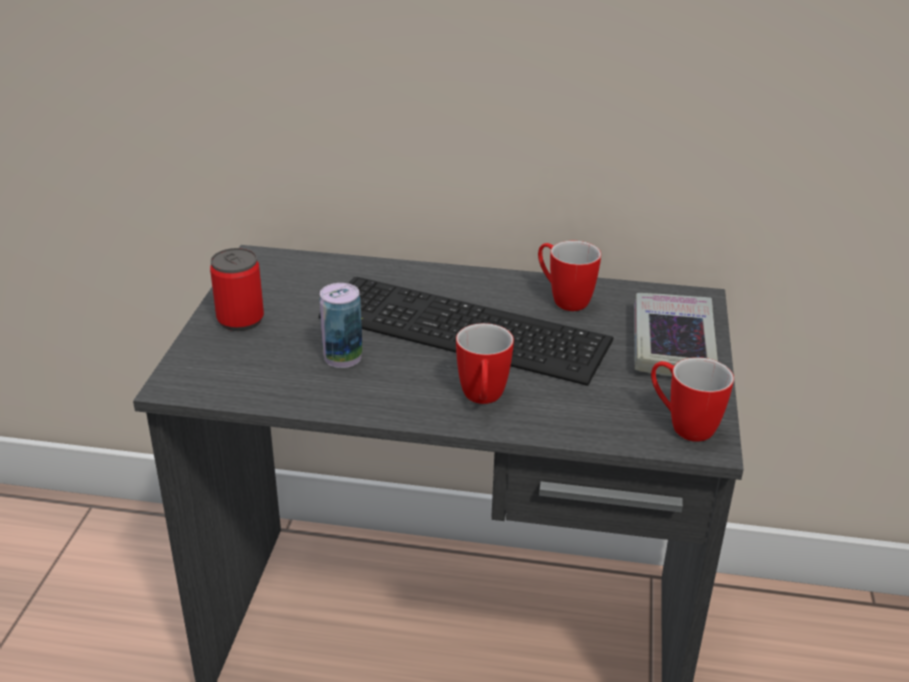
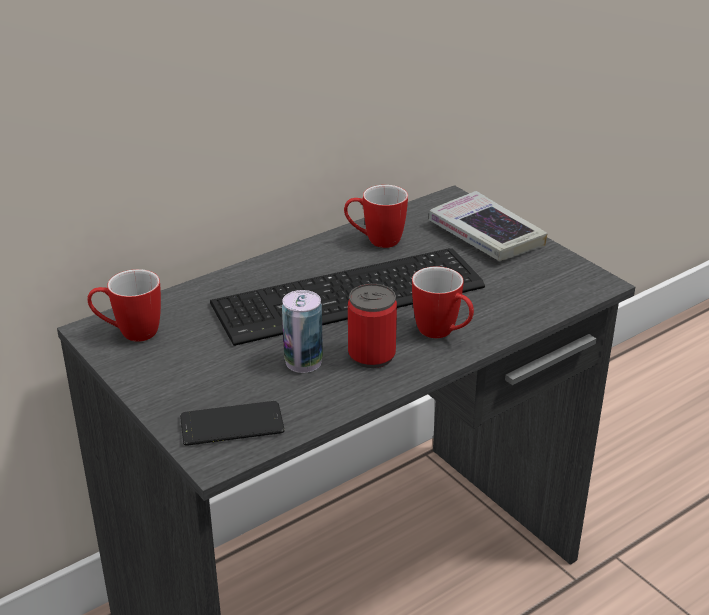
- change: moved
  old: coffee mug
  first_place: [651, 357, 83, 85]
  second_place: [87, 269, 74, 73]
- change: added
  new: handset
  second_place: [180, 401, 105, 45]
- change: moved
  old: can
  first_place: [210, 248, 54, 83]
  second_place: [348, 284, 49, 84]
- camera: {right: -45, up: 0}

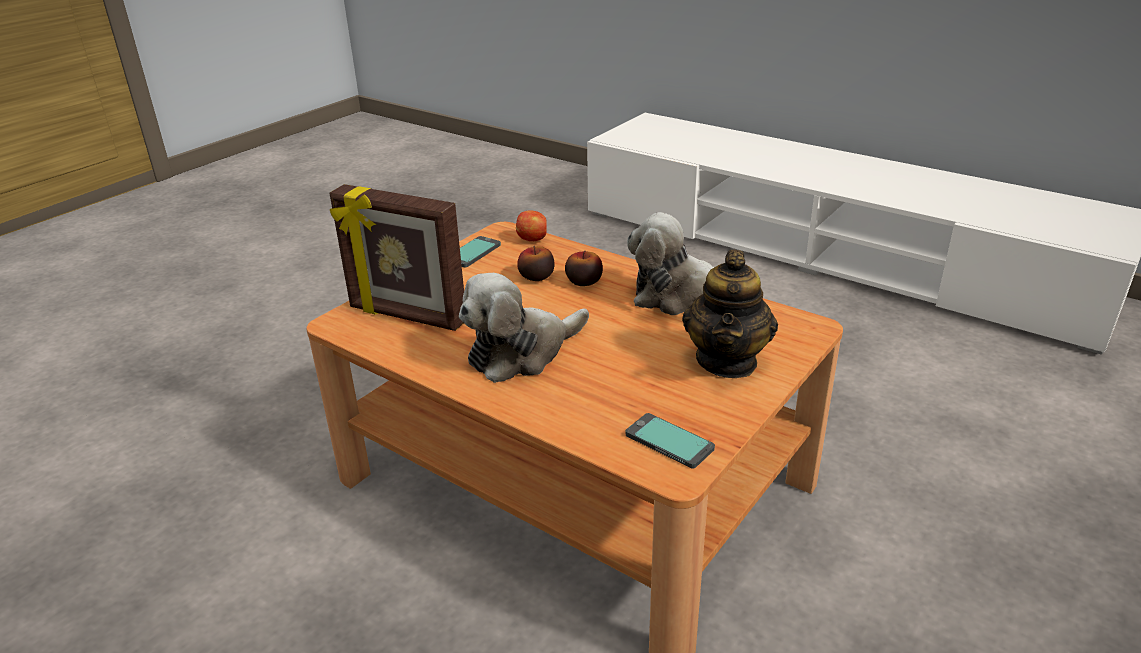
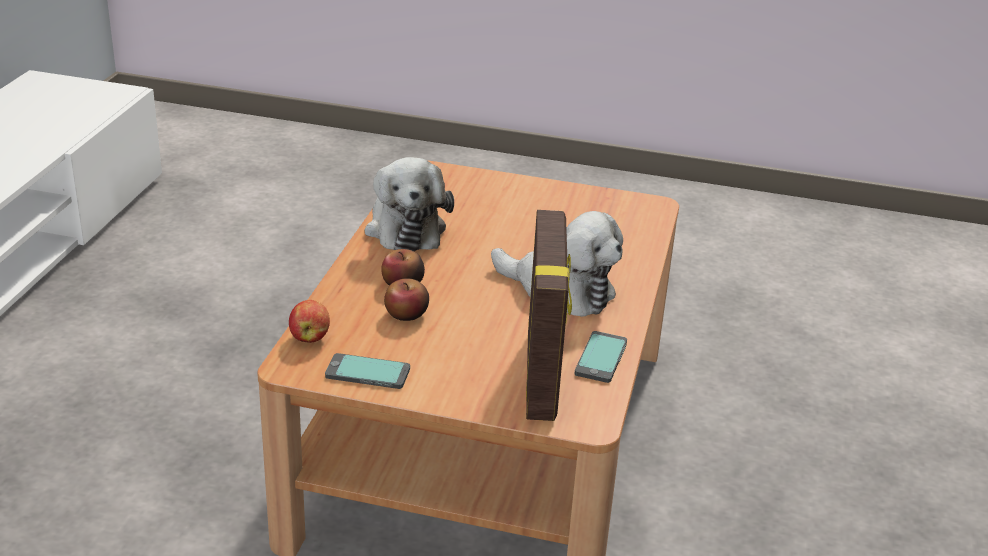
- change: moved
  old: handset
  first_place: [626, 413, 89, 56]
  second_place: [574, 331, 53, 52]
- change: removed
  old: tea pot
  first_place: [682, 250, 96, 128]
- camera: {right: -115, up: 0}

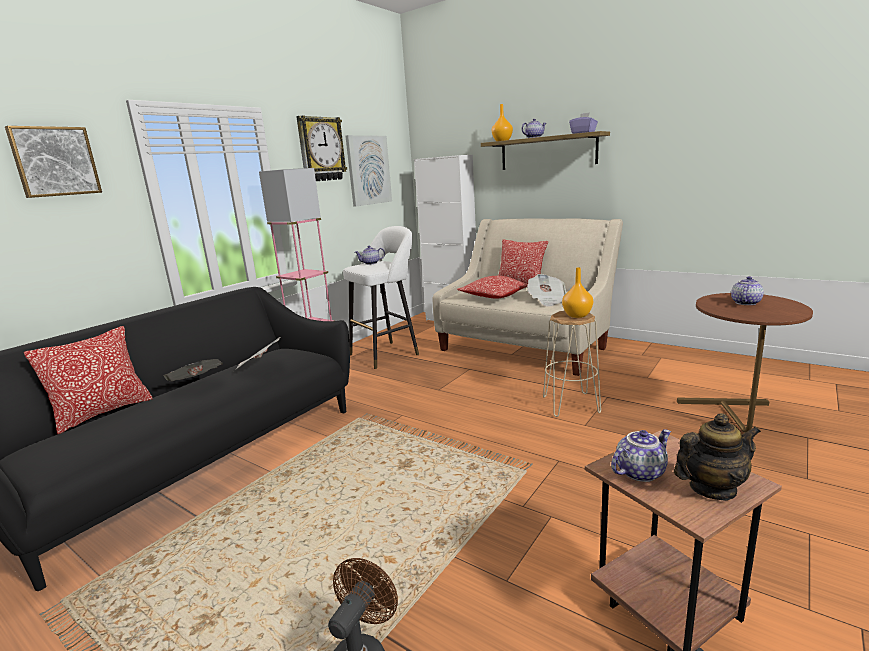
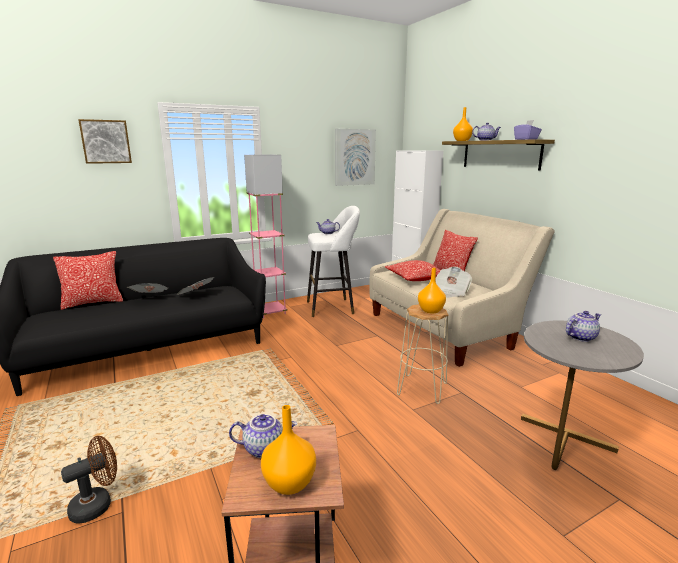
- change: replaced
  old: tea pot
  new: vase in orangey
  first_place: [674, 413, 87, 88]
  second_place: [261, 405, 55, 90]
- change: recoloured
  old: accent table in brown-coloured
  new: accent table in greyish
  first_place: [677, 293, 136, 139]
  second_place: [521, 320, 123, 150]
- change: removed
  old: hanging clock
  first_place: [296, 115, 51, 66]
- camera: {right: 25, up: 0}

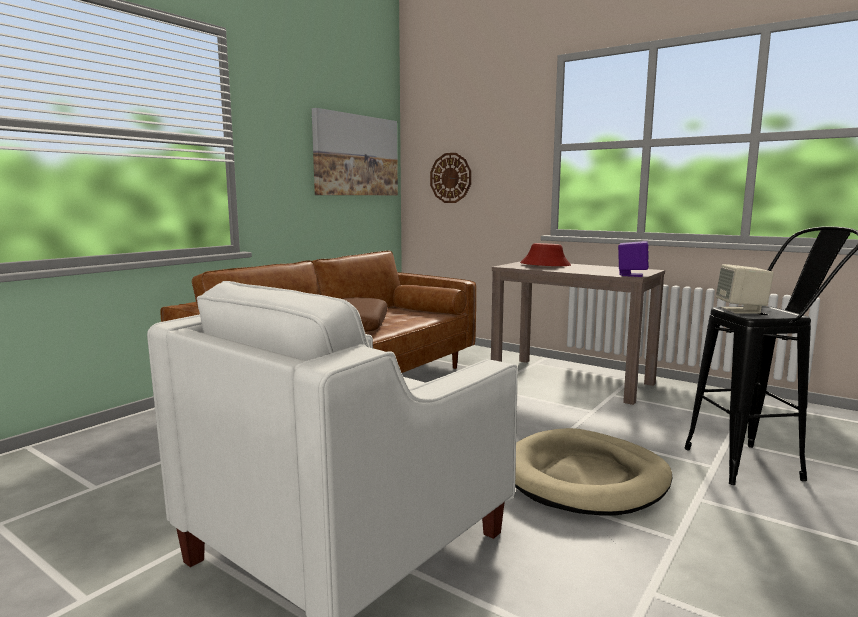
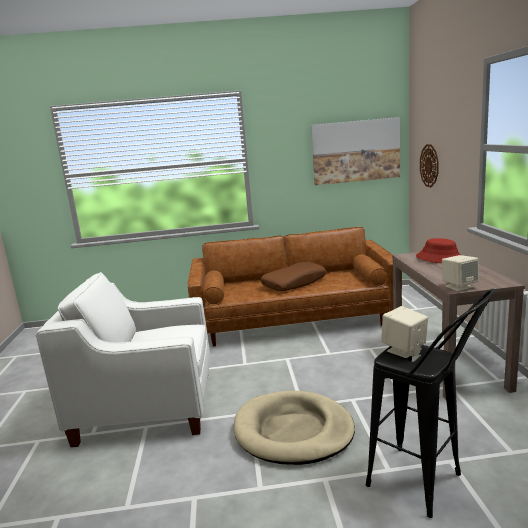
- change: recoloured
  old: loudspeaker in purple-coloured
  new: loudspeaker in sand-coloured
  first_place: [618, 241, 31, 36]
  second_place: [442, 255, 37, 37]
- camera: {right: 50, up: 5}

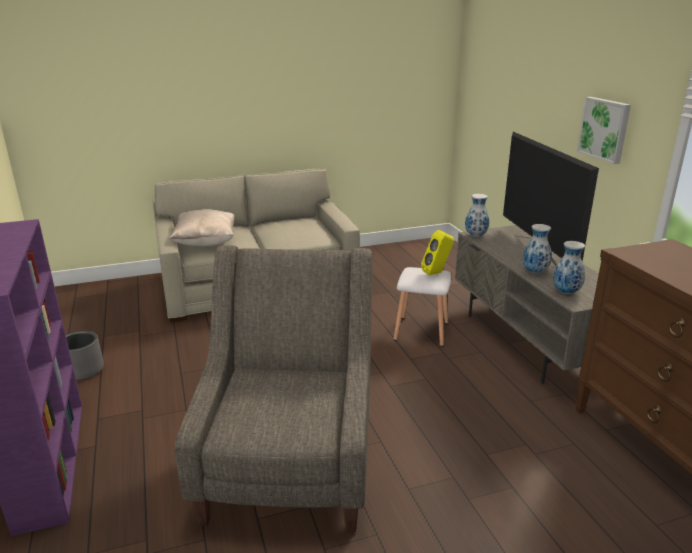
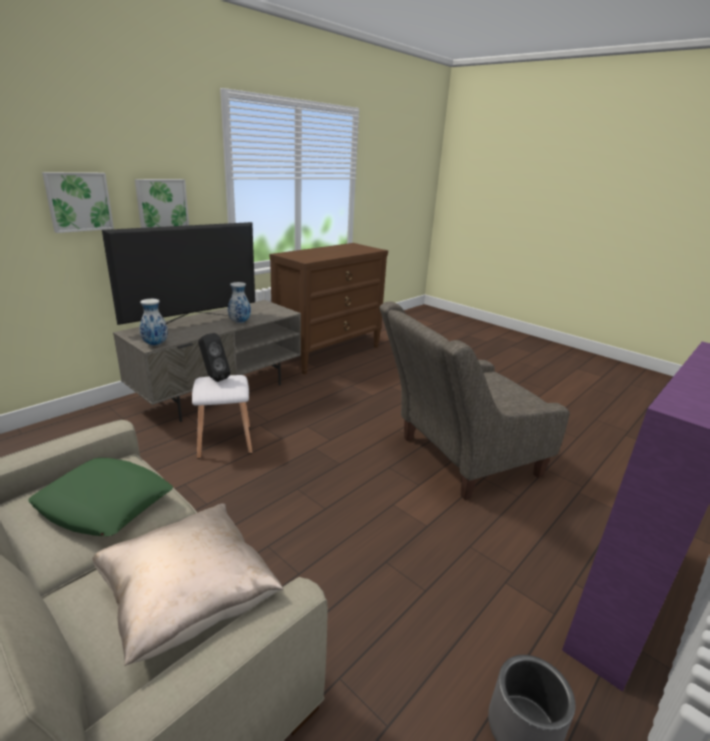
- change: added
  new: throw pillow in green
  second_place: [28, 458, 145, 78]
- change: added
  new: picture
  second_place: [42, 172, 72, 61]
- change: recoloured
  old: loudspeaker in yellow
  new: loudspeaker in blackish
  first_place: [421, 230, 33, 45]
  second_place: [198, 333, 32, 49]
- change: removed
  old: vase
  first_place: [553, 241, 32, 53]
- camera: {right: -120, up: 0}

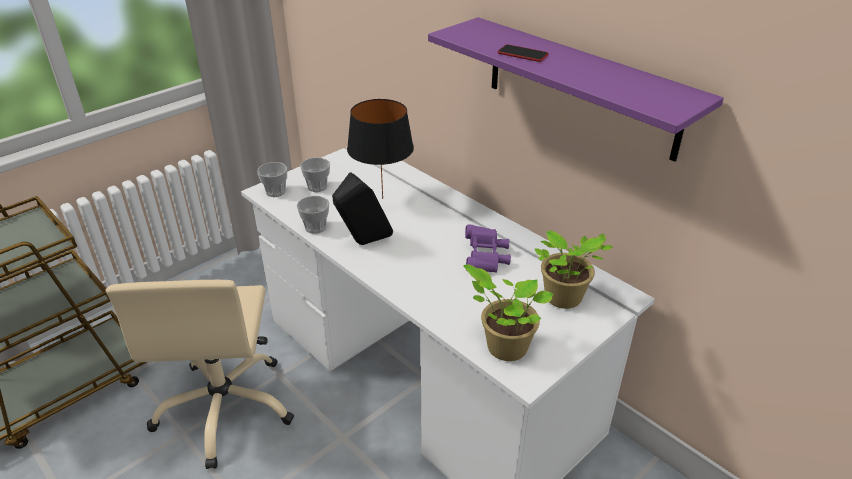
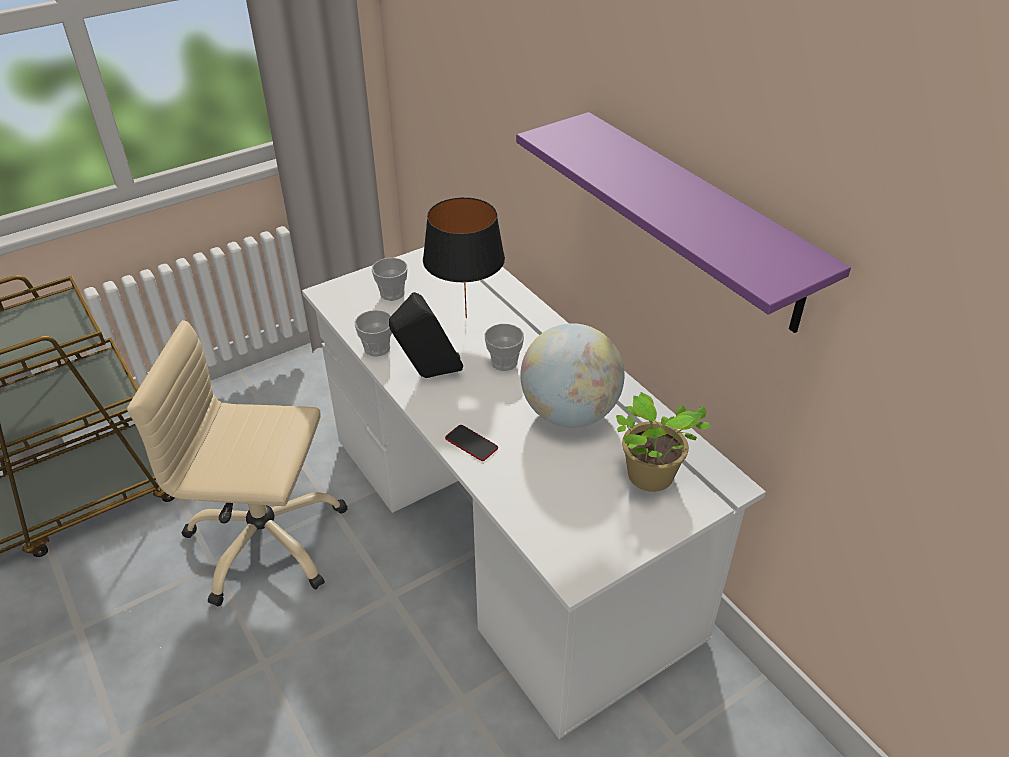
- change: turned
  old: computer chair in sand-coloured
  first_place: [106, 280, 188, 189]
  second_place: [127, 320, 221, 286]
  degrees: 90
- change: moved
  old: handset
  first_place: [498, 45, 51, 17]
  second_place: [445, 425, 53, 36]
- change: moved
  old: cup
  first_place: [257, 162, 30, 35]
  second_place: [485, 324, 39, 47]
- change: replaced
  old: field glasses in purple-coloured
  new: desk globe
  first_place: [465, 225, 46, 48]
  second_place: [520, 323, 104, 105]
- change: removed
  old: plant in a pot
  first_place: [463, 264, 91, 97]
- camera: {right: 10, up: 5}

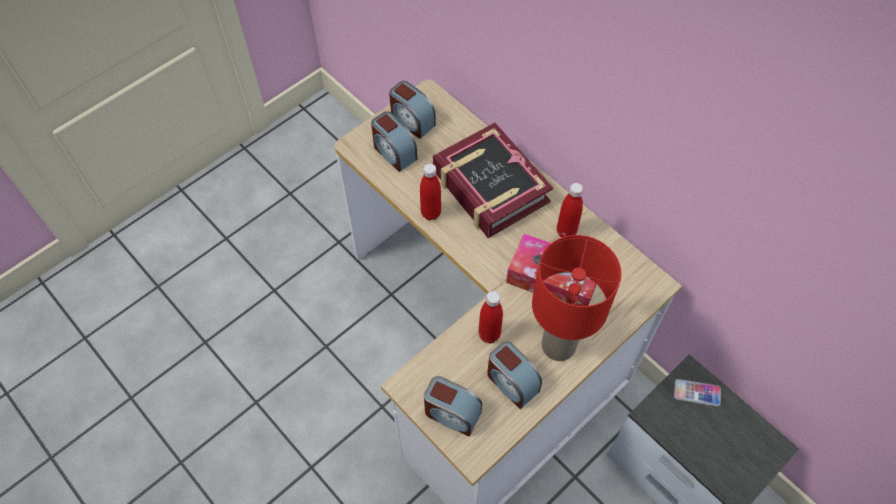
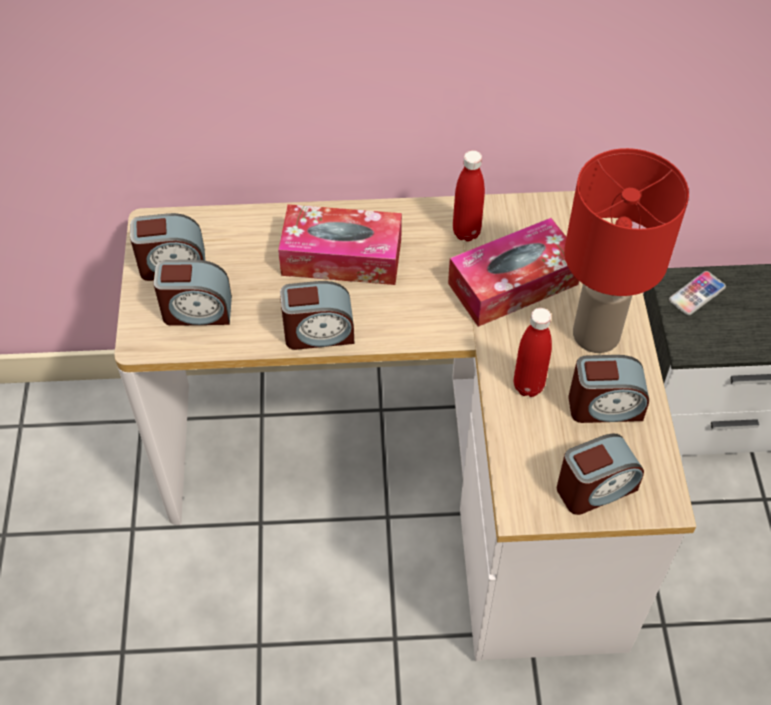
- change: replaced
  old: volume
  new: tissue box
  first_place: [433, 123, 120, 115]
  second_place: [278, 204, 124, 81]
- change: replaced
  old: drink bottle in red
  new: table clock
  first_place: [420, 163, 21, 57]
  second_place: [280, 281, 74, 69]
- camera: {right: -50, up: -5}

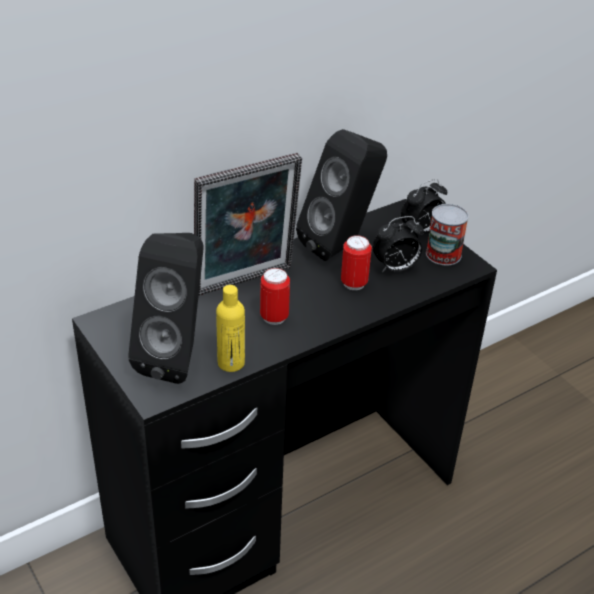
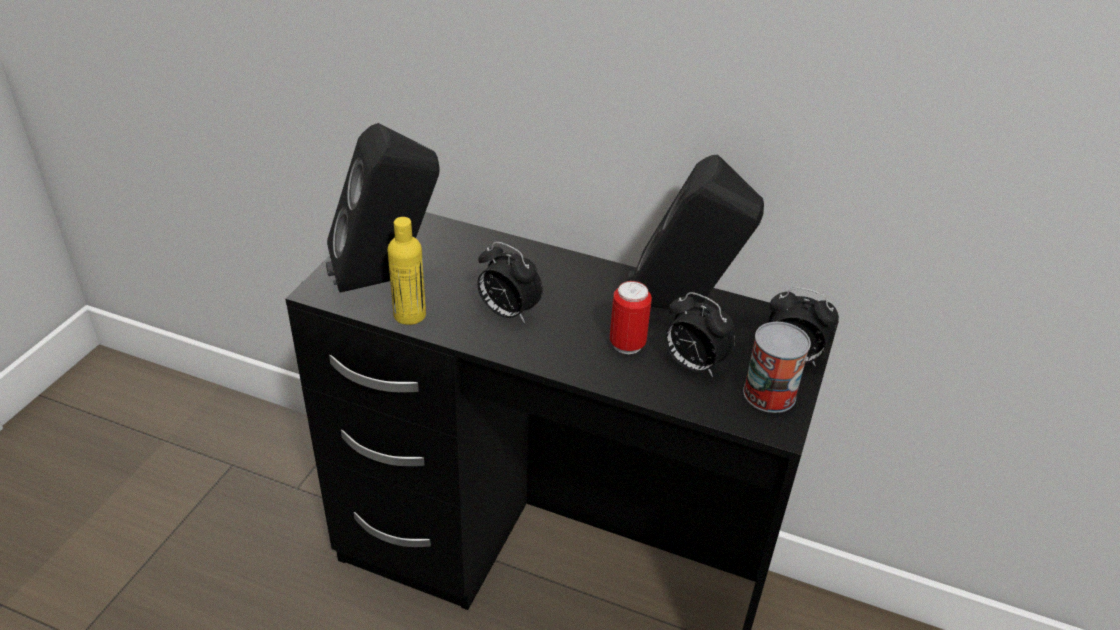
- change: replaced
  old: can
  new: table clock
  first_place: [260, 268, 30, 57]
  second_place: [477, 242, 66, 81]
- change: removed
  old: photo frame
  first_place: [194, 153, 108, 143]
- camera: {right: 55, up: 0}

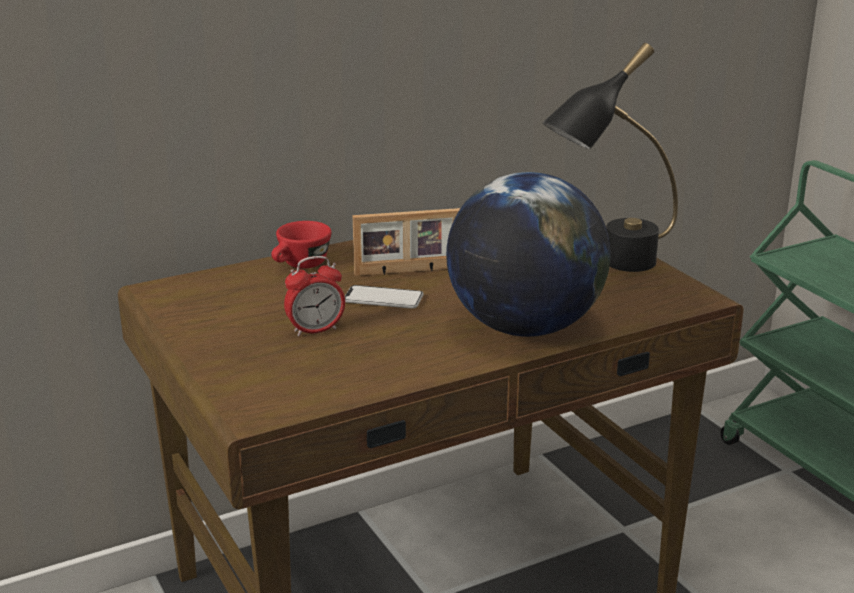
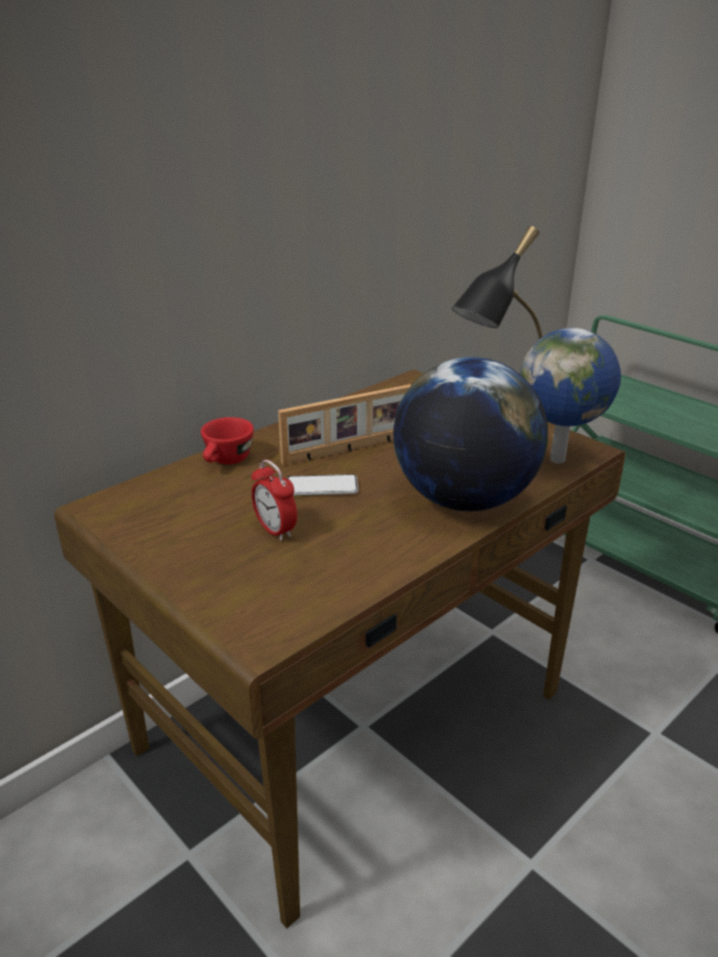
- change: turned
  old: table clock
  first_place: [284, 256, 61, 81]
  second_place: [251, 460, 46, 81]
  degrees: 90
- change: added
  new: desk globe
  second_place: [520, 328, 101, 136]
- camera: {right: -15, up: 5}

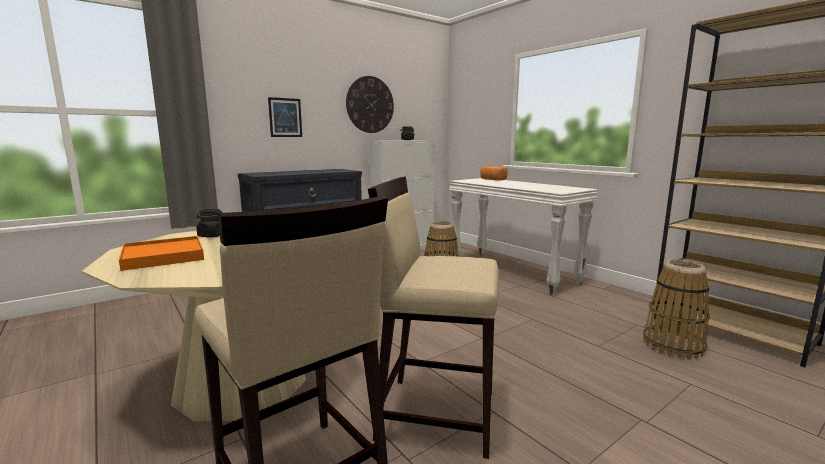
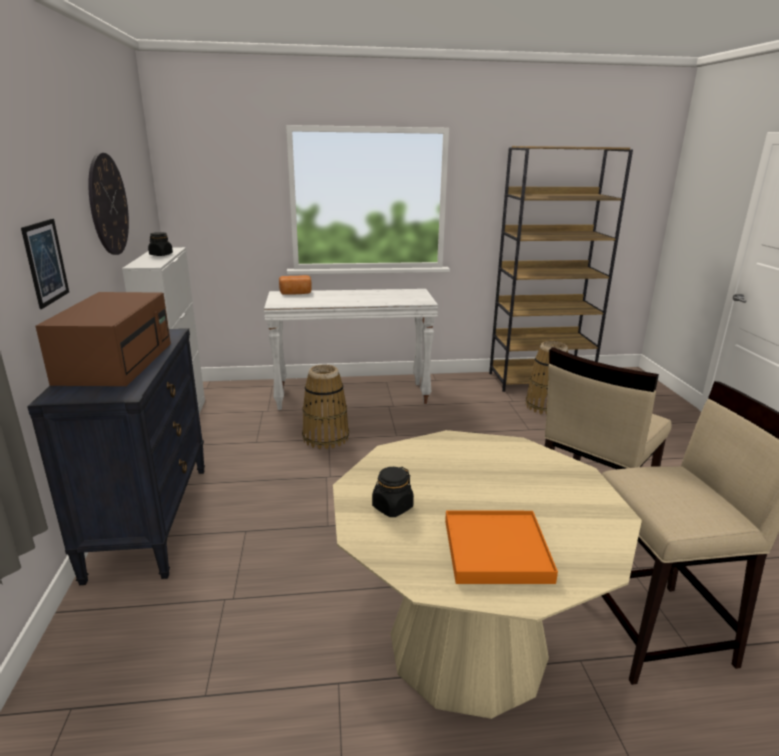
- change: added
  new: microwave in brown-coloured
  second_place: [35, 292, 136, 95]
- camera: {right: -60, up: 10}

